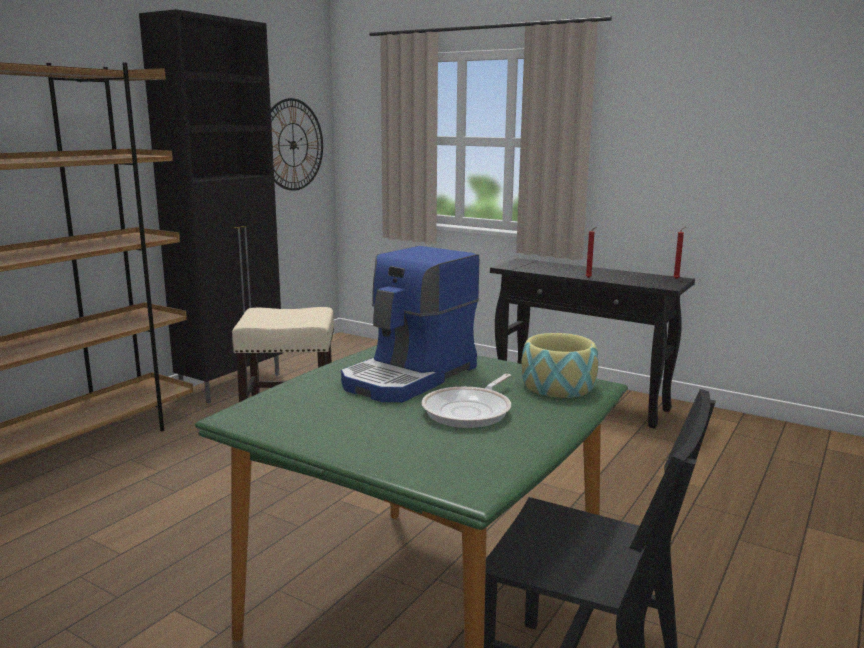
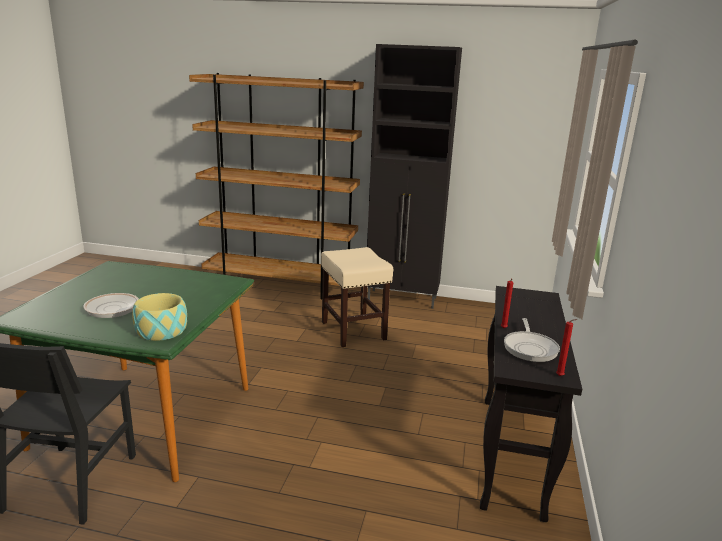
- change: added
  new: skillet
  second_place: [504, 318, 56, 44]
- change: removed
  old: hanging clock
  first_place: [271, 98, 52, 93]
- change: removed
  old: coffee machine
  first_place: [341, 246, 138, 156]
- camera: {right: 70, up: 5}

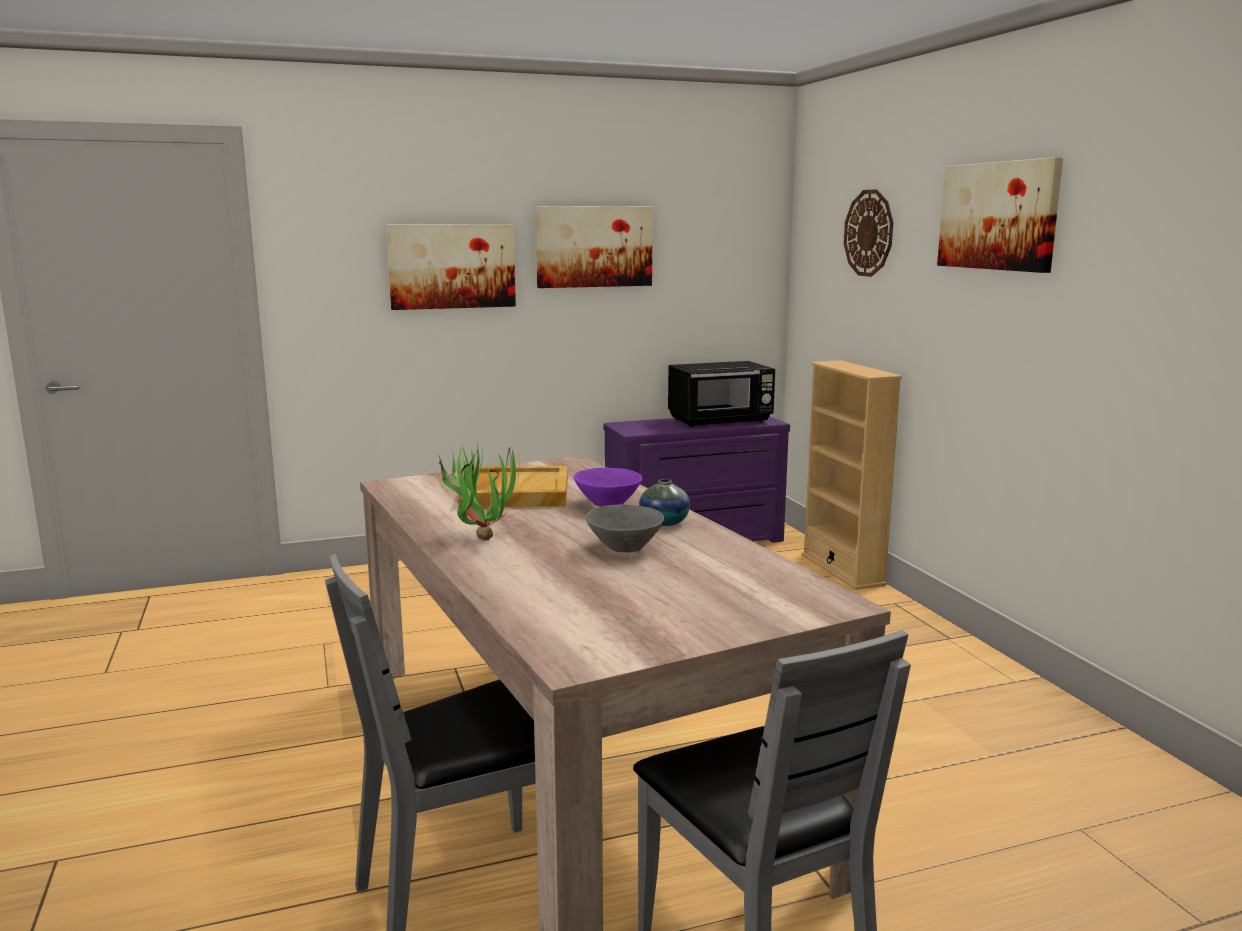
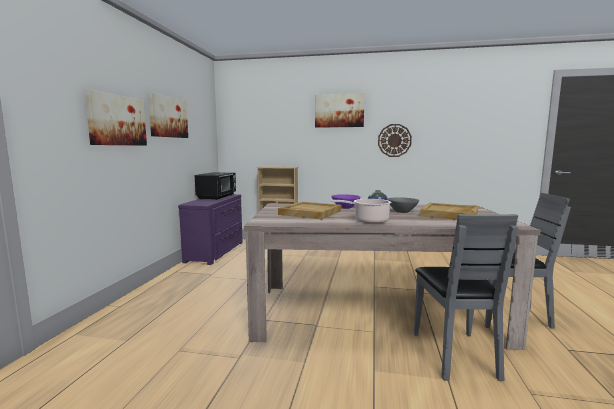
- change: replaced
  old: plant in a pot
  new: stockpot
  first_place: [433, 442, 87, 98]
  second_place: [331, 199, 60, 25]
- change: moved
  old: hanging clock
  first_place: [844, 189, 49, 88]
  second_place: [378, 124, 34, 33]
- change: added
  new: tray in sand-coloured
  second_place: [420, 203, 58, 17]
- camera: {right: -60, up: -5}

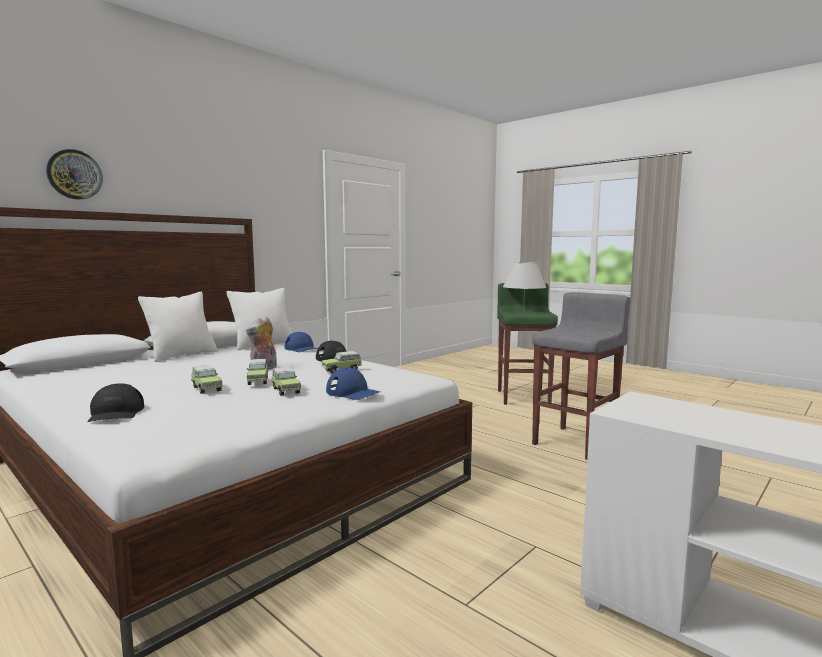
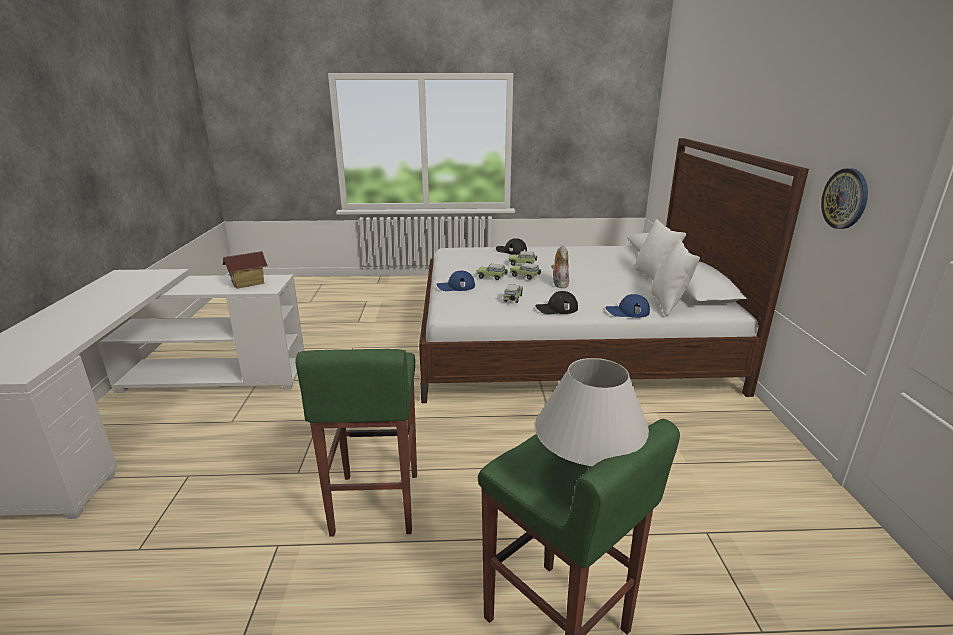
- change: added
  new: miniature house
  second_place: [223, 251, 45, 38]
- change: recoloured
  old: sitting stool in greyish
  new: sitting stool in green
  first_place: [532, 292, 99, 168]
  second_place: [295, 349, 122, 188]
- change: moved
  old: hanging clock
  first_place: [46, 149, 57, 51]
  second_place: [821, 168, 47, 61]
- camera: {right: 135, up: 15}

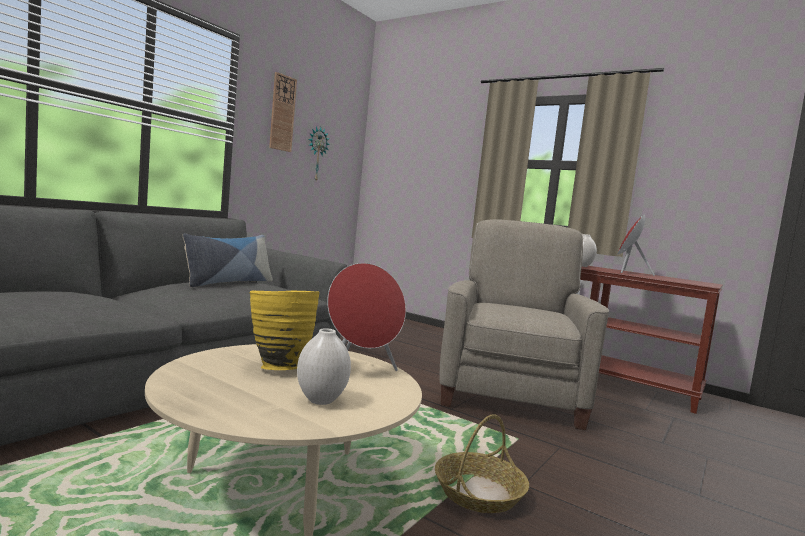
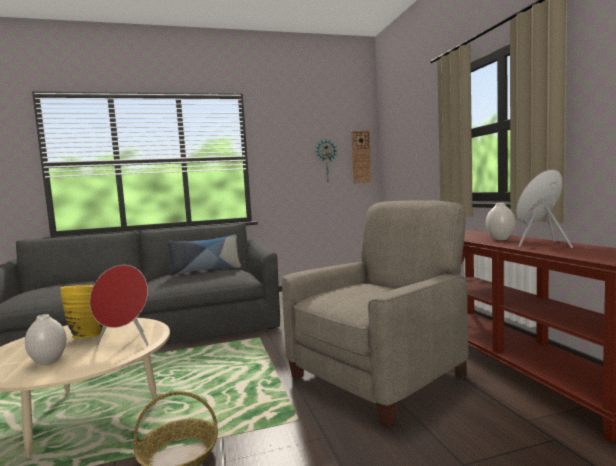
- change: moved
  old: hanging clock
  first_place: [269, 72, 28, 80]
  second_place: [351, 130, 21, 53]
- camera: {right: 40, up: 0}

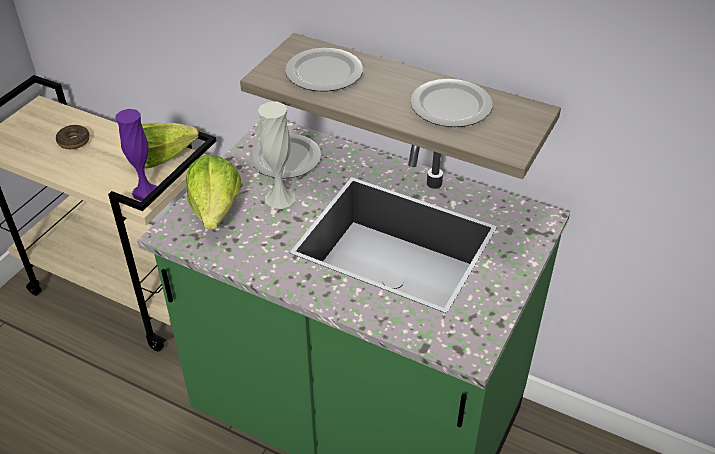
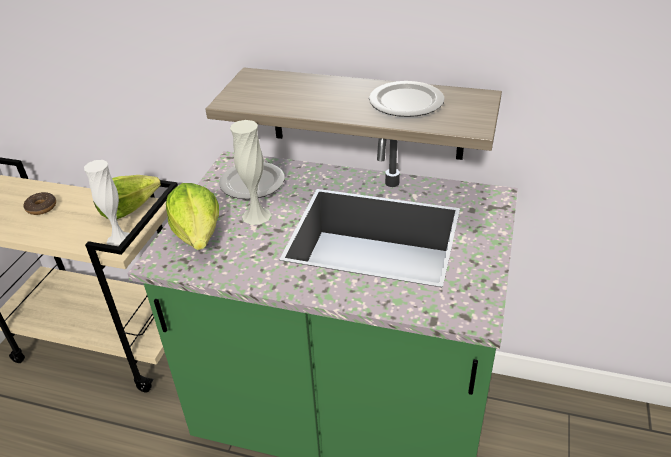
- change: recoloured
  old: vase in purple-coloured
  new: vase in white
  first_place: [115, 109, 42, 92]
  second_place: [84, 160, 45, 86]
- change: removed
  old: dinner plate
  first_place: [285, 48, 78, 44]
- camera: {right: -10, up: -5}

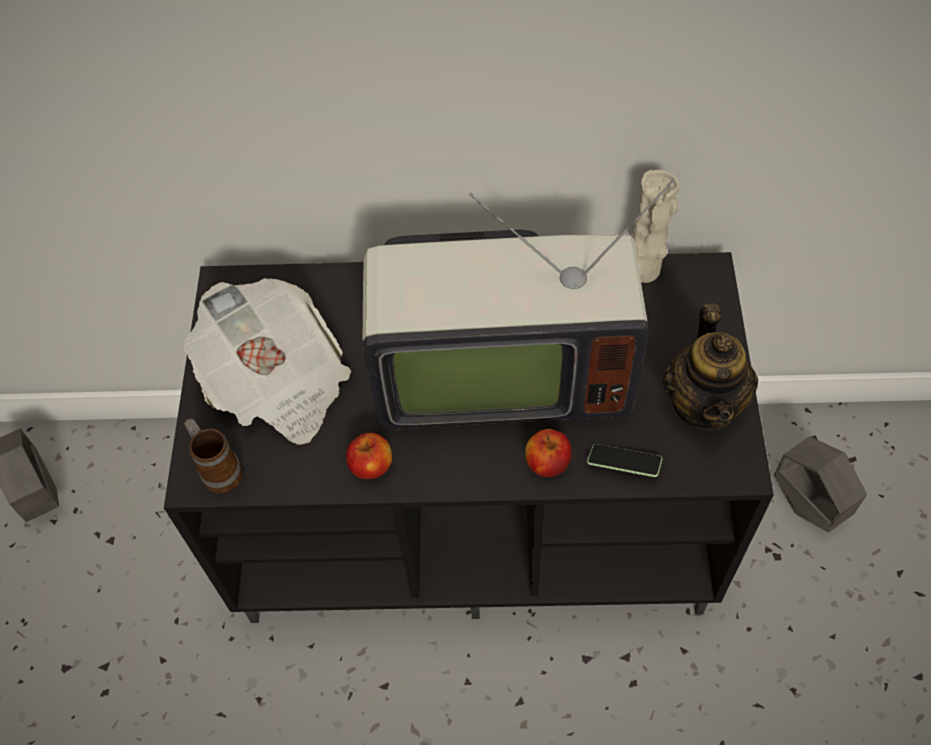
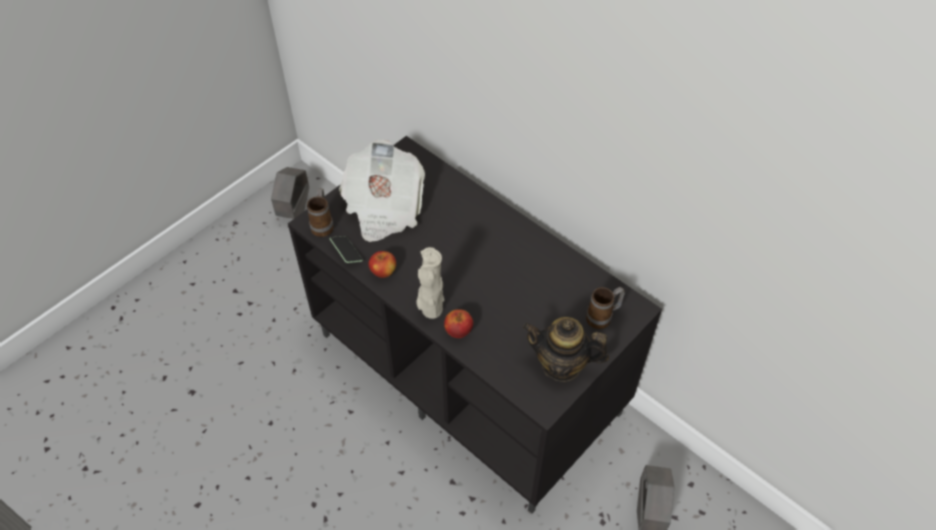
- change: moved
  old: handset
  first_place: [587, 444, 76, 33]
  second_place: [330, 236, 33, 27]
- change: moved
  old: vase in sand-coloured
  first_place: [632, 170, 48, 113]
  second_place: [416, 247, 28, 72]
- change: turned
  old: tea pot
  first_place: [663, 303, 95, 128]
  second_place: [523, 317, 86, 65]
  degrees: 60
- change: added
  new: coffee mug
  second_place: [586, 287, 39, 42]
- change: removed
  old: TV
  first_place: [363, 179, 312, 251]
- camera: {right: 40, up: -5}

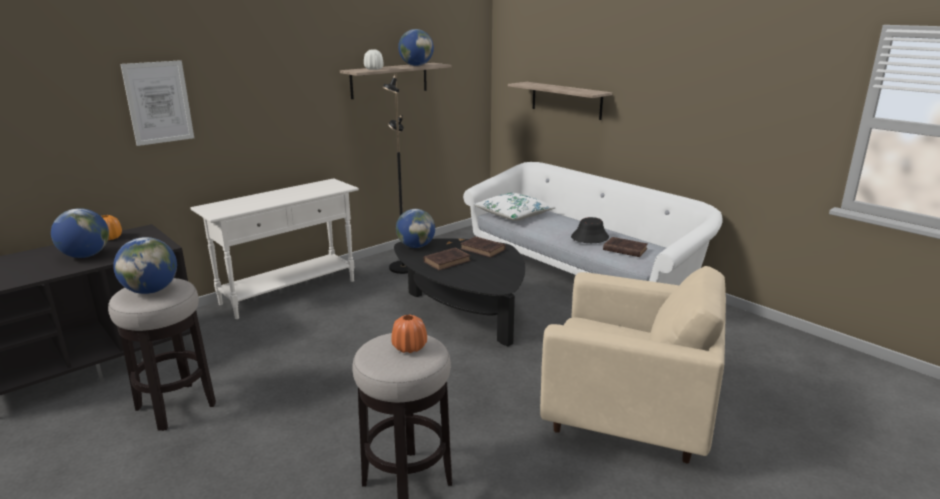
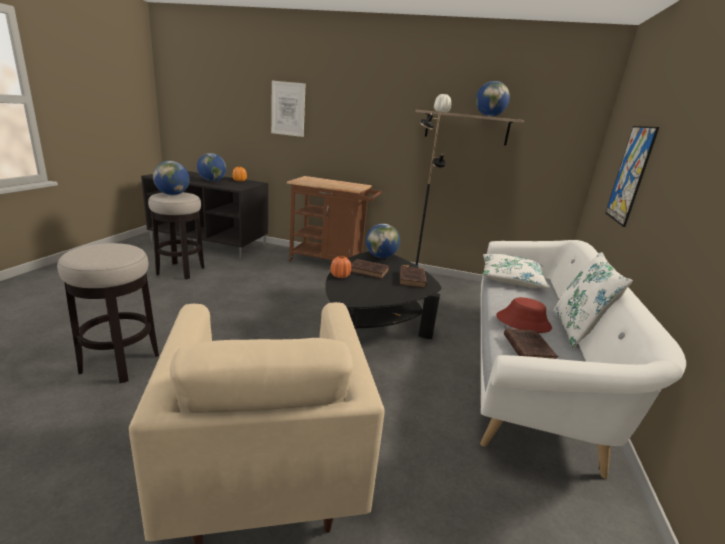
- change: replaced
  old: narrow table in white
  new: cart in brown-coloured
  first_place: [190, 178, 169, 141]
  second_place: [287, 176, 95, 85]
- change: moved
  old: vase in orangey
  first_place: [391, 315, 36, 38]
  second_place: [330, 256, 21, 22]
- change: recoloured
  old: hat in blackish
  new: hat in red
  first_place: [571, 217, 38, 26]
  second_place: [496, 297, 56, 36]
- change: added
  new: throw pillow in white
  second_place: [553, 252, 80, 96]
- change: replaced
  old: wall shelf
  new: picture
  first_place: [508, 82, 104, 38]
  second_place: [605, 126, 54, 101]
- camera: {right: 55, up: 0}

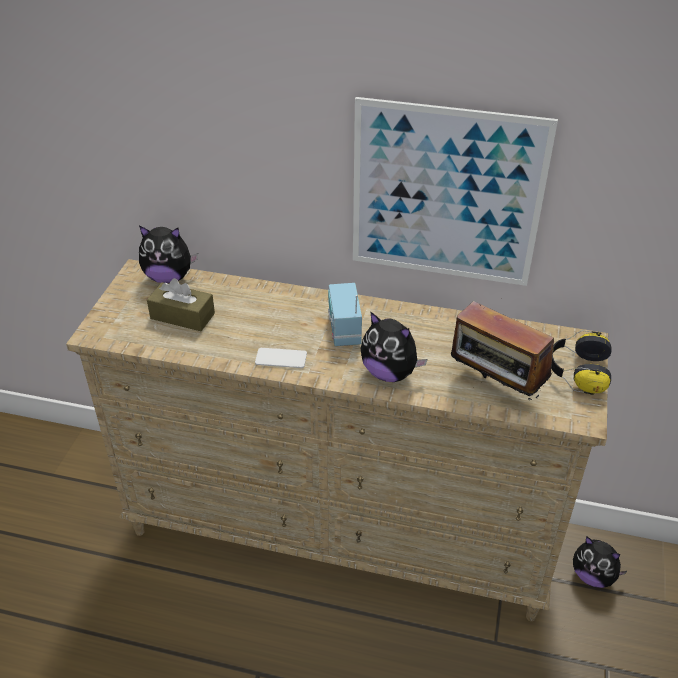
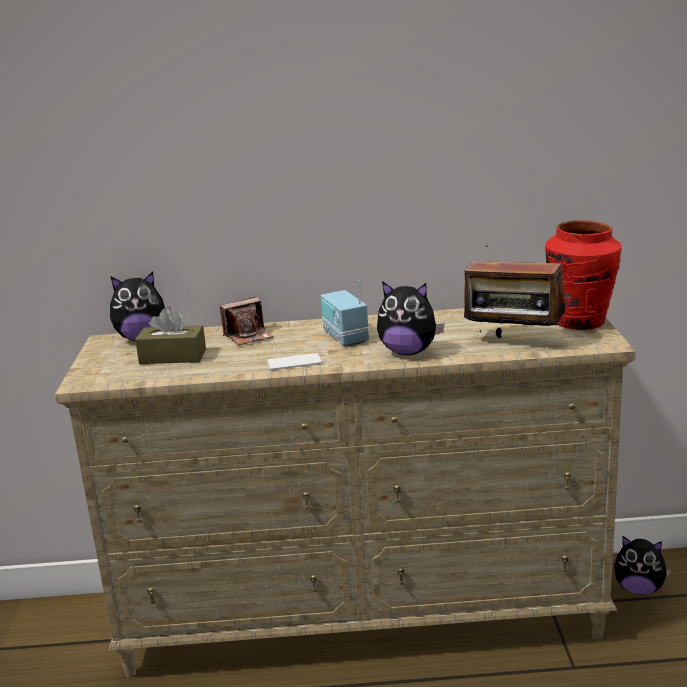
- change: added
  new: still camera
  second_place: [220, 297, 54, 48]
- change: replaced
  old: pair of headphones
  new: vase in red
  first_place: [551, 330, 60, 65]
  second_place: [545, 220, 77, 110]
- change: removed
  old: picture
  first_place: [353, 97, 205, 189]
- camera: {right: -15, up: -20}

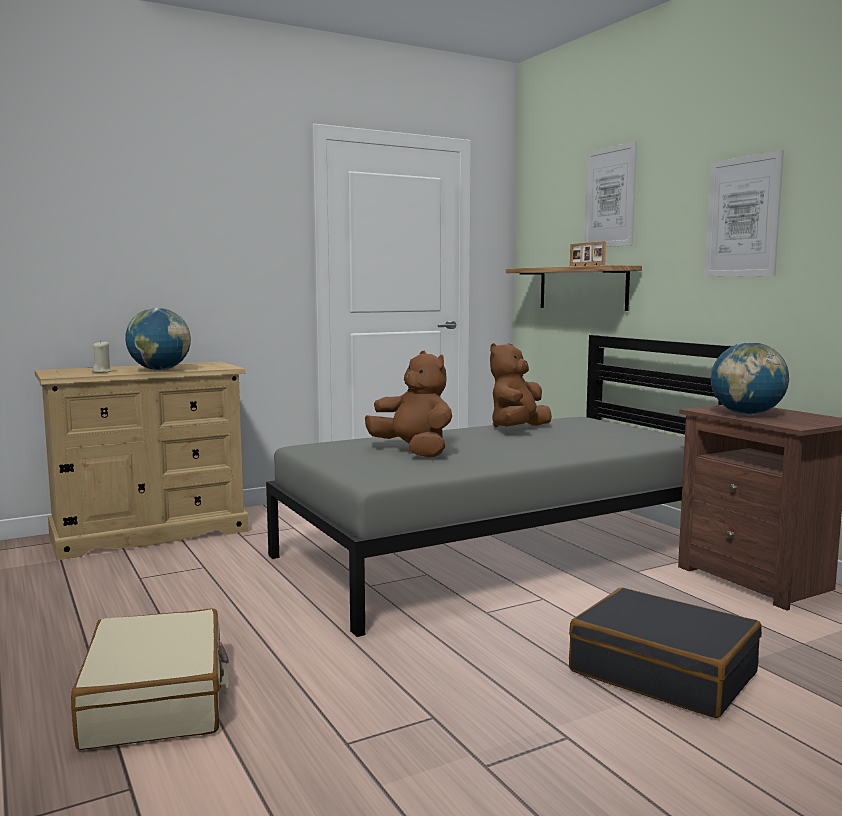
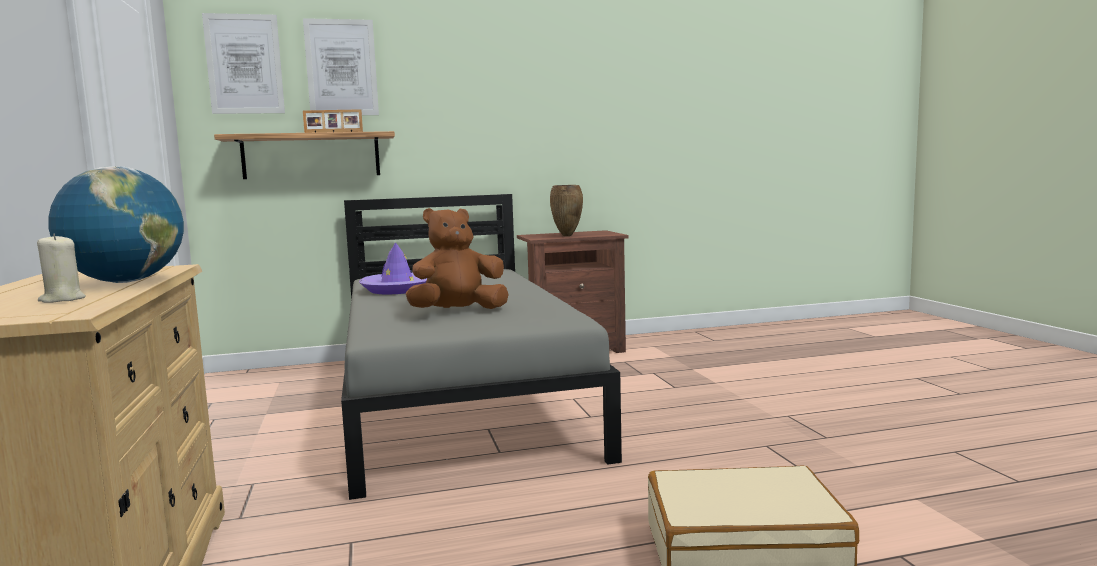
- change: moved
  old: picture
  first_place: [705, 150, 79, 127]
  second_place: [202, 13, 83, 101]
- change: replaced
  old: soft toy in brown-coloured
  new: hat in purple-coloured
  first_place: [490, 343, 62, 84]
  second_place: [359, 242, 68, 52]
- change: replaced
  old: desk globe
  new: vase in brown-coloured
  first_place: [711, 342, 78, 73]
  second_place: [550, 185, 33, 51]
- change: removed
  old: travel case in blackish
  first_place: [569, 588, 193, 130]
- camera: {right: -75, up: 0}

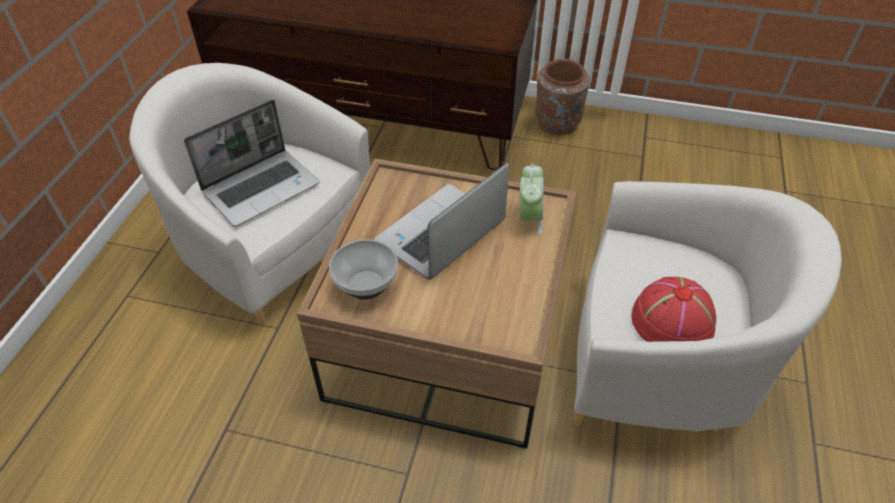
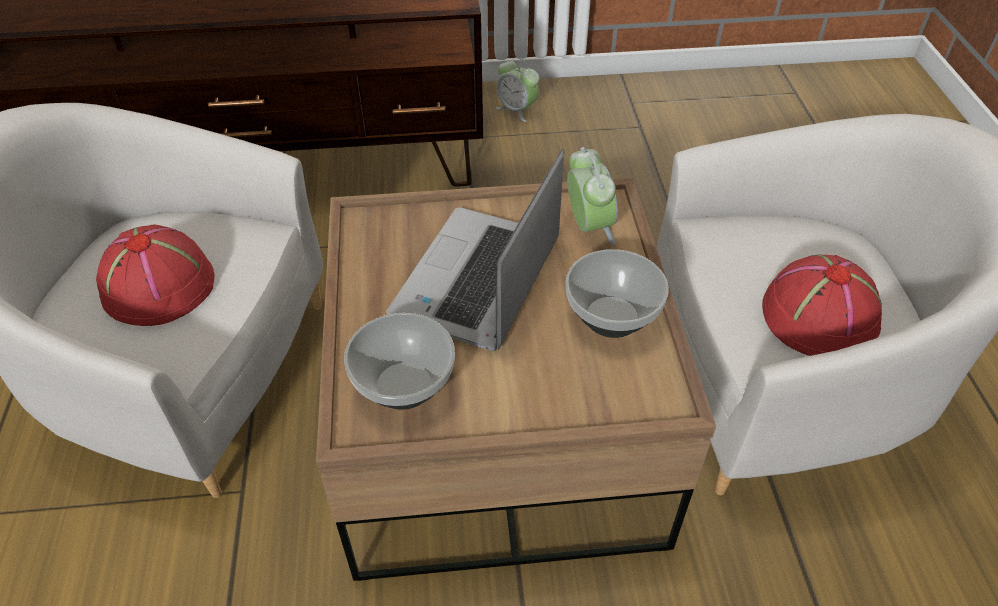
- change: replaced
  old: notebook computer
  new: hat in red
  first_place: [184, 100, 136, 127]
  second_place: [96, 224, 119, 102]
- change: replaced
  old: vase in brown-coloured
  new: table clock
  first_place: [535, 59, 55, 76]
  second_place: [496, 57, 43, 65]
- change: added
  new: deep dish
  second_place: [566, 249, 103, 89]
- camera: {right: -20, up: 0}

